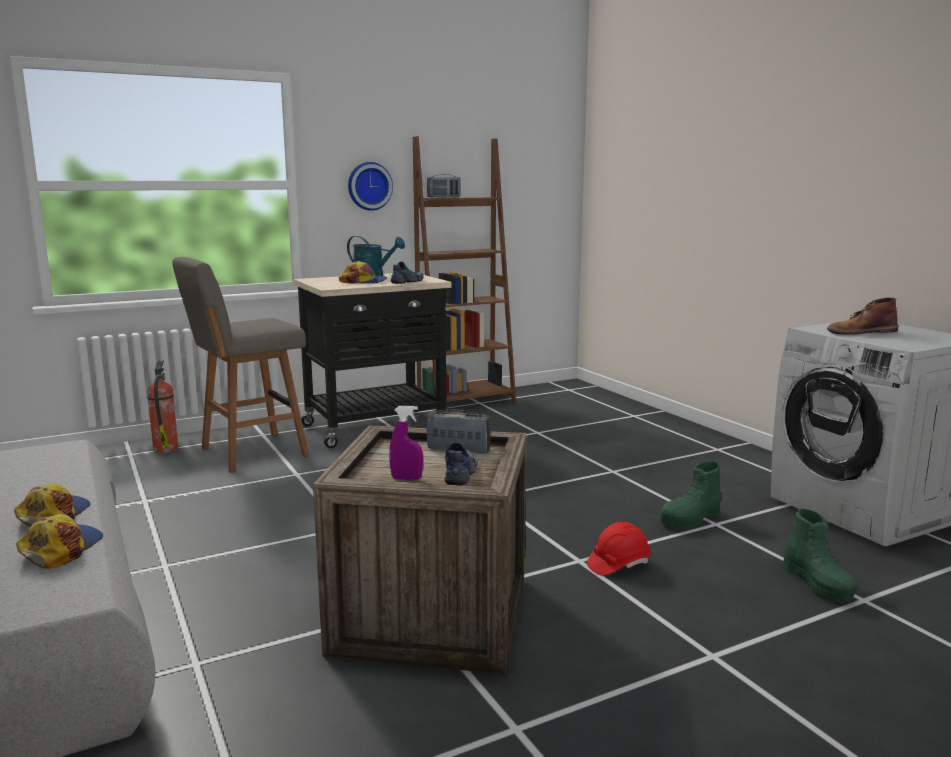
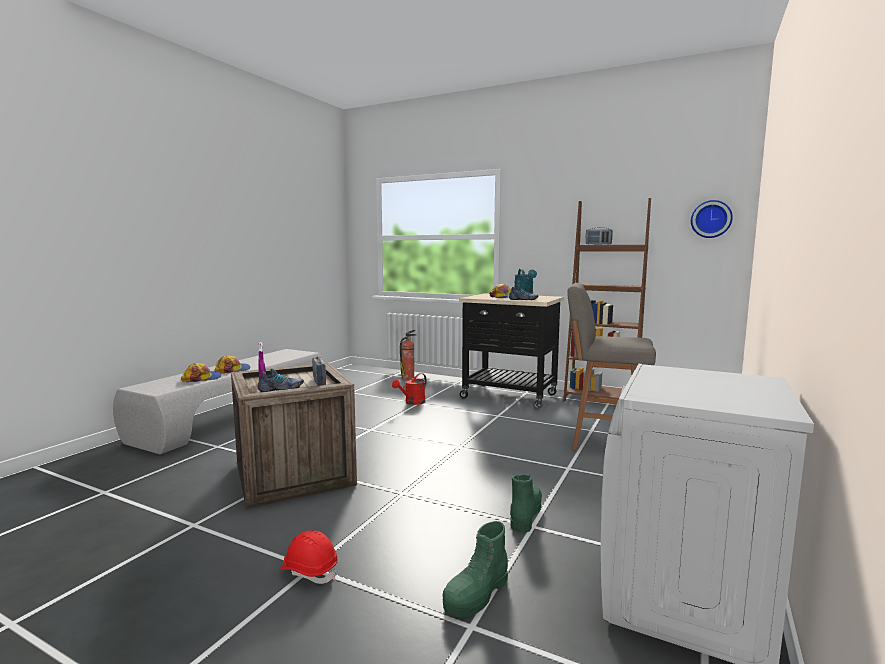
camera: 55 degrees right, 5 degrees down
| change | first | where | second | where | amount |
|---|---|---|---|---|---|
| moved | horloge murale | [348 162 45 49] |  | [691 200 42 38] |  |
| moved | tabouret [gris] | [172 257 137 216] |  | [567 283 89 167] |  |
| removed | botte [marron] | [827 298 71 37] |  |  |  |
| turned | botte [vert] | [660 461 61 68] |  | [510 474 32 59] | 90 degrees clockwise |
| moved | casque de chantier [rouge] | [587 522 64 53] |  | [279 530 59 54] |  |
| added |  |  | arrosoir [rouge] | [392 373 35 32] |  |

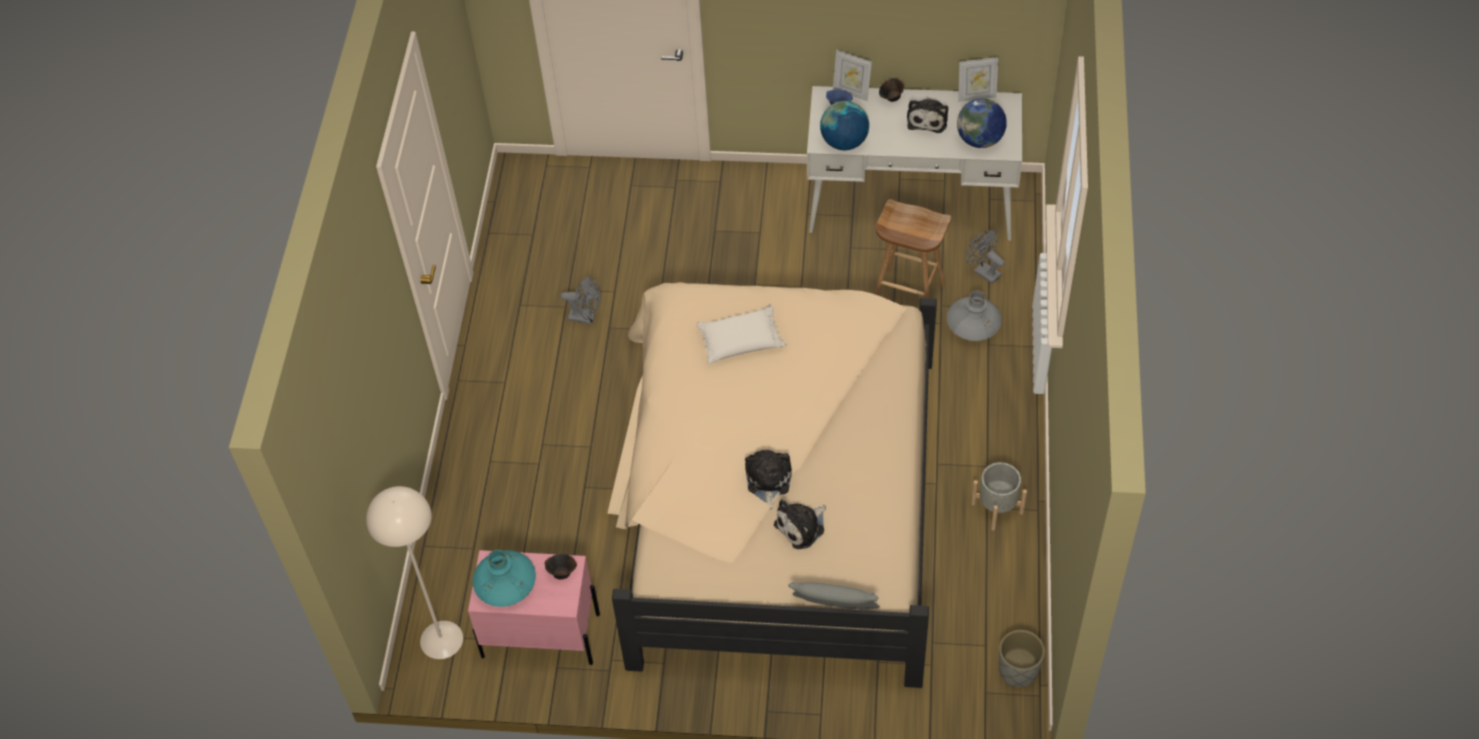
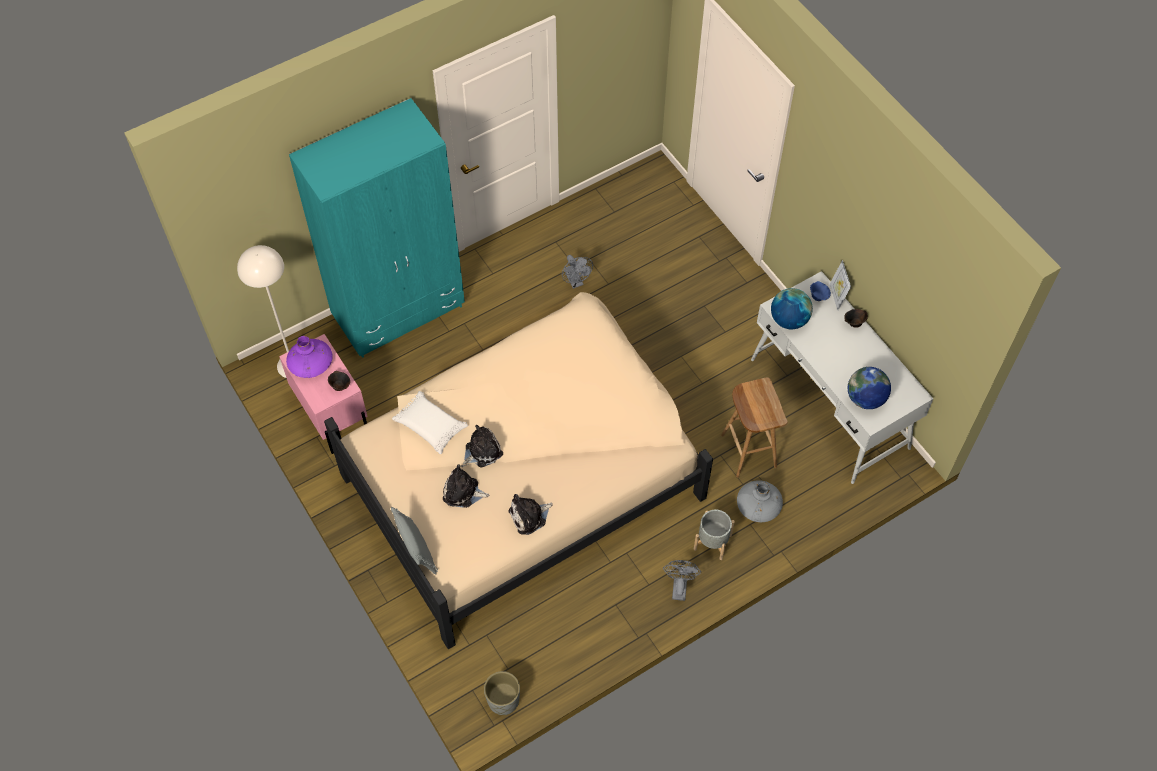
camera: 50 degrees right, 5 degrees up
| change | first | where | second | where | amount |
|---|---|---|---|---|---|
| removed | cadre photo | [958 57 40 45] |  |  |  |
| moved | peluche | [907 97 41 36] |  | [508 494 45 41] |  |
| moved | ventilateur [gris] | [966 230 39 54] |  | [663 560 38 41] |  |
| moved | coussin [blanc] | [696 305 90 59] |  | [392 391 76 63] |  |
| moved | cache-pot [gris] | [971 462 56 68] |  | [694 509 41 51] |  |
| recoloured | vase [turquoise] | [473 550 63 57] | vase [violet] | [286 336 47 42] |  |
| added |  |  | armoire [turquoise] | [289 98 176 260] |  |

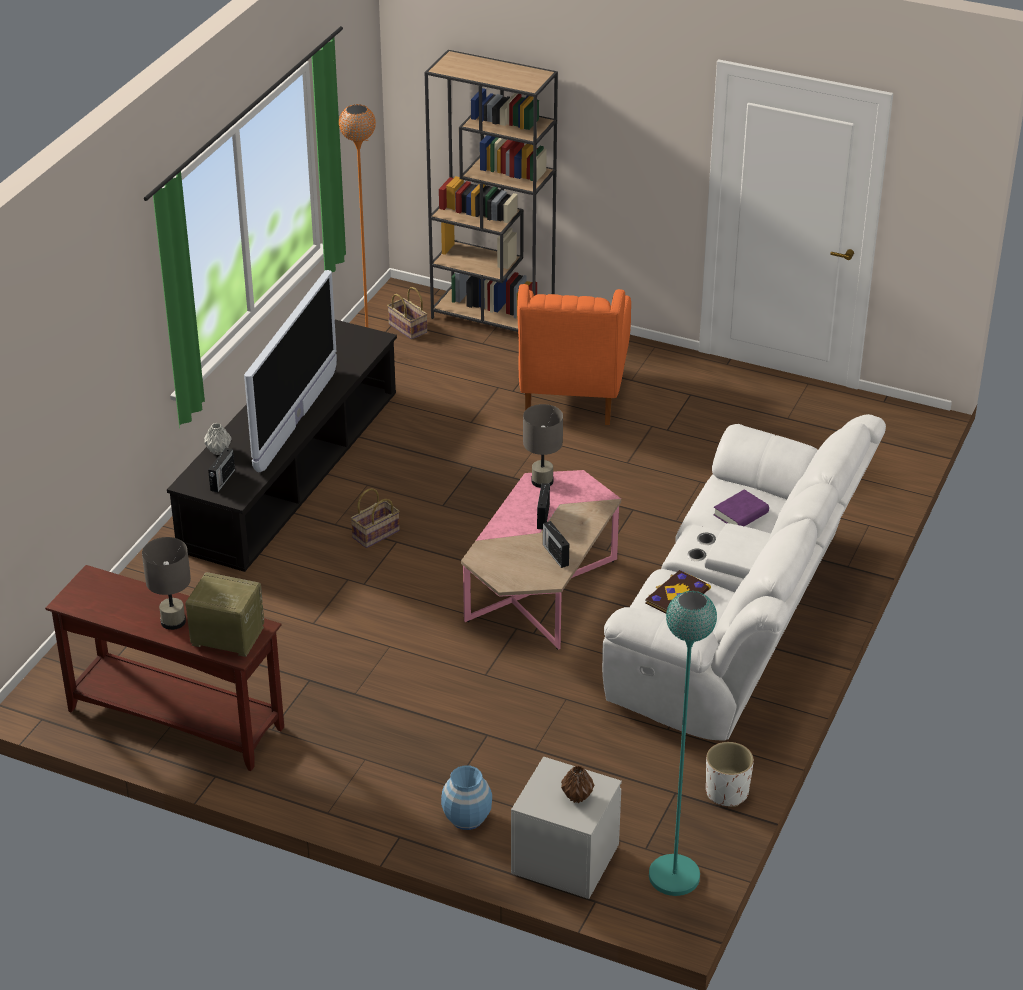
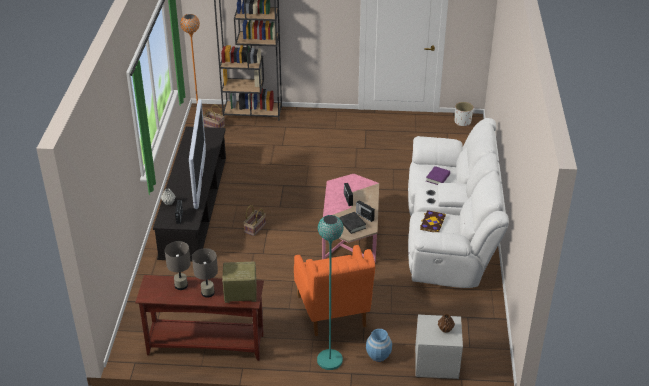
camera: 20 degrees left, 0 degrees up
| change | first | where | second | where | amount |
|---|---|---|---|---|---|
| moved | fauteuil [orange] | [517 284 114 141] |  | [294 245 81 91] |  |
| moved | lampe de table [gris] | [523 404 40 84] |  | [165 241 26 49] |  |
| moved | lampadaire [turquoise] | [649 591 68 305] |  | [317 215 26 155] |  |
| moved | cache-pot [blanc] | [706 742 48 65] |  | [455 102 19 24] |  |
| added |  |  | livre [noir] | [339 212 27 22] |  |

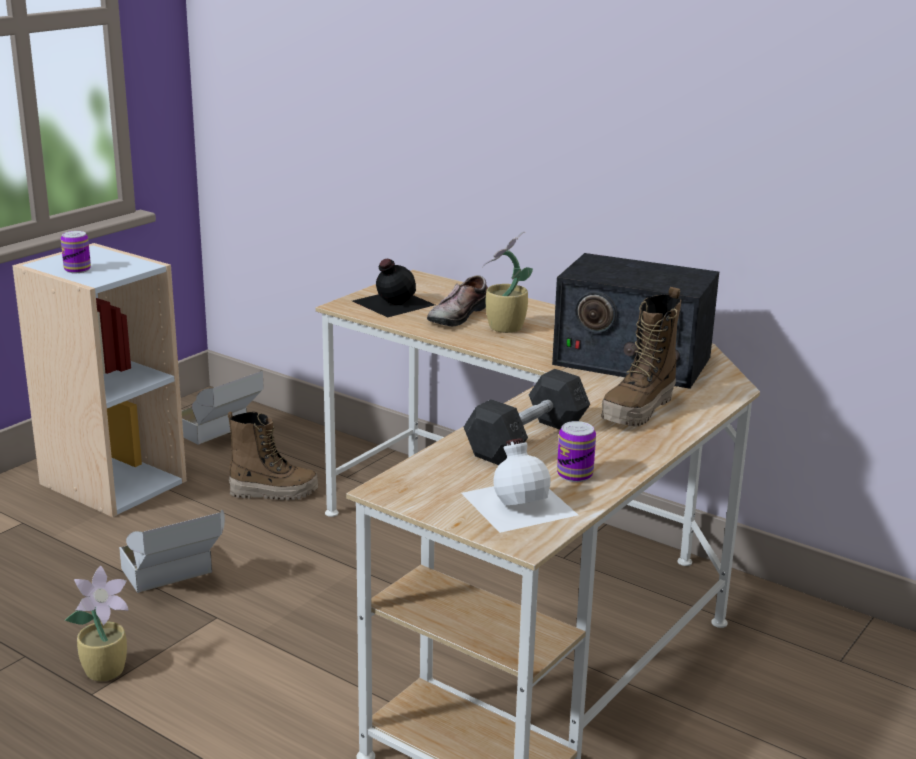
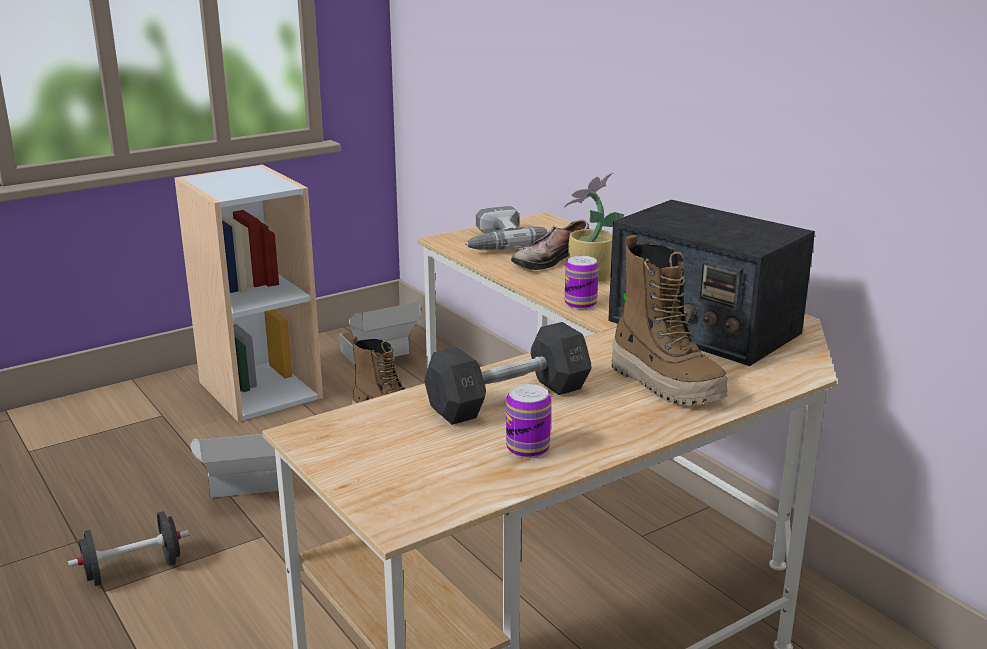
camera: 20 degrees right, 0 degrees up
| change | first | where | second | where | amount |
|---|---|---|---|---|---|
| moved | boîte métallique | [61 231 30 42] |  | [565 256 34 53] |  |
| replaced | bouteille [noir] | [352 259 83 58] | perceuse | [465 206 83 44] |  |
| turned | botte | [601 287 80 140] |  | [611 235 117 171] | 90 degrees counterclockwise |
| removed | bouteille [blanc] | [461 438 117 95] |  |  |  |
| replaced | plante en pot | [65 565 64 117] | haltère [noir] | [68 511 121 75] |  |

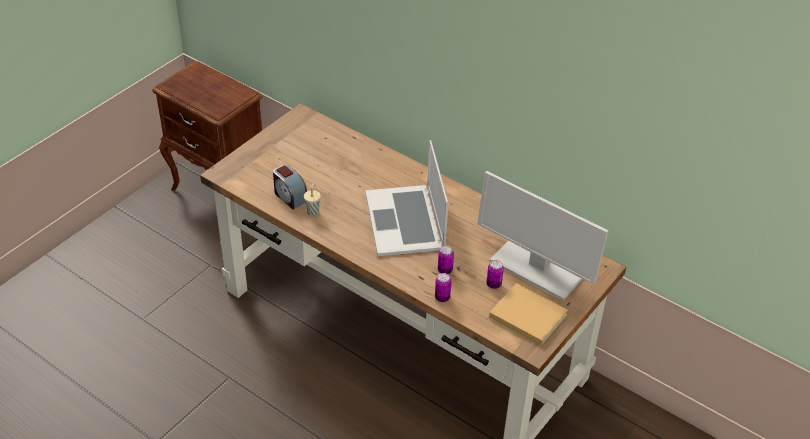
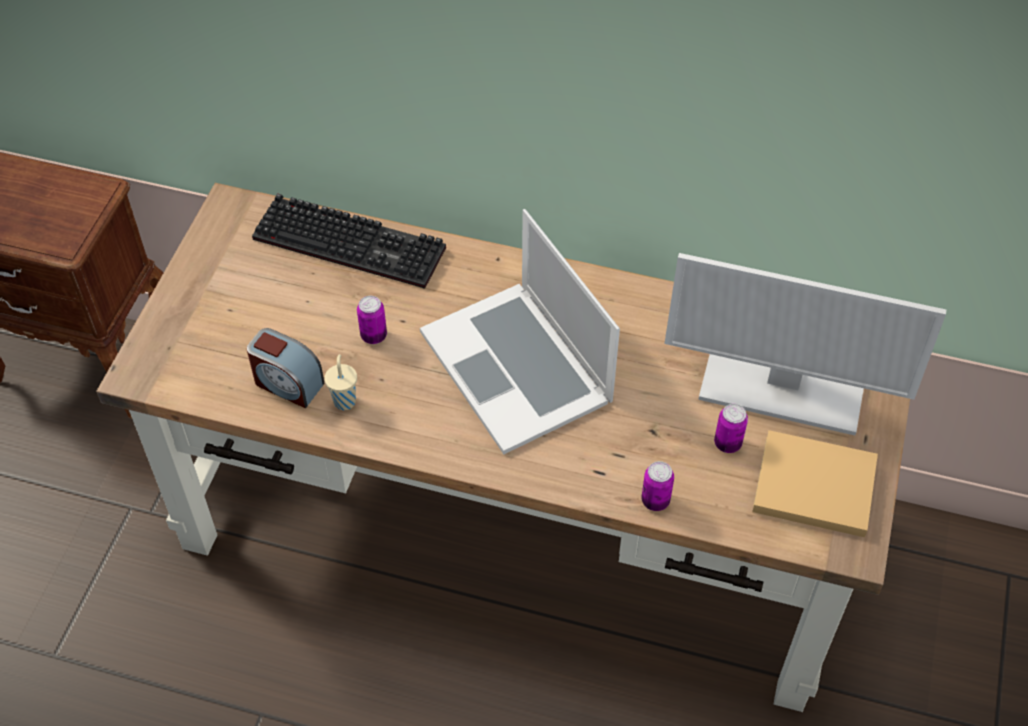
camera: 20 degrees left, 10 degrees up
| change | first | where | second | where | amount |
|---|---|---|---|---|---|
| moved | boîte métallique | [438 246 16 28] |  | [357 296 30 48] |  |
| added |  |  | clavier | [252 193 194 96] |  |

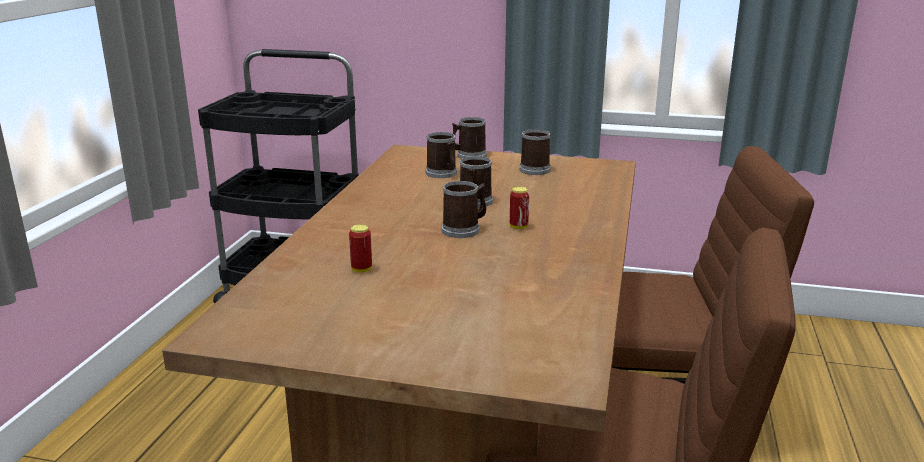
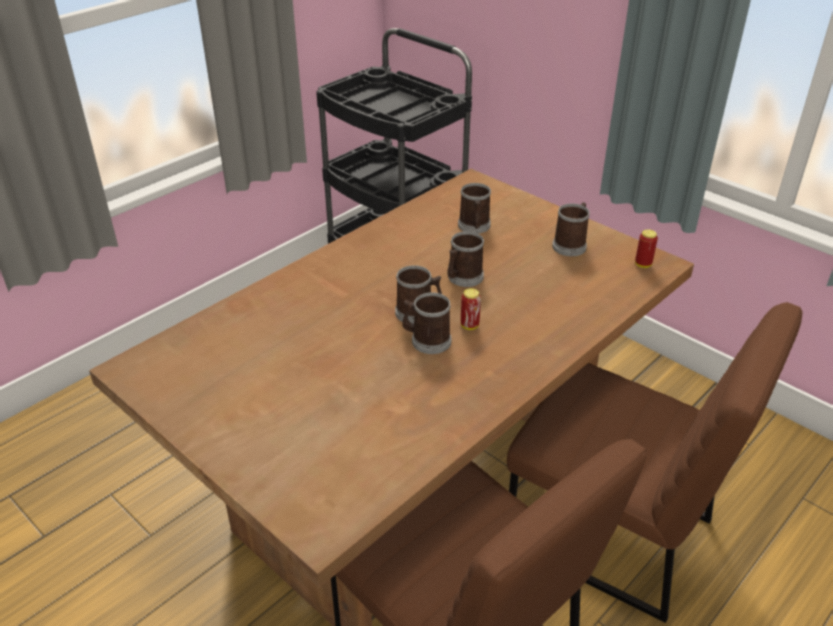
camera: 30 degrees right, 15 degrees up
| change | first | where | second | where | amount |
|---|---|---|---|---|---|
| moved | mug | [452 117 35 42] |  | [402 292 49 62] |  |
| moved | boîte métallique | [349 224 23 49] |  | [635 229 23 39] |  |

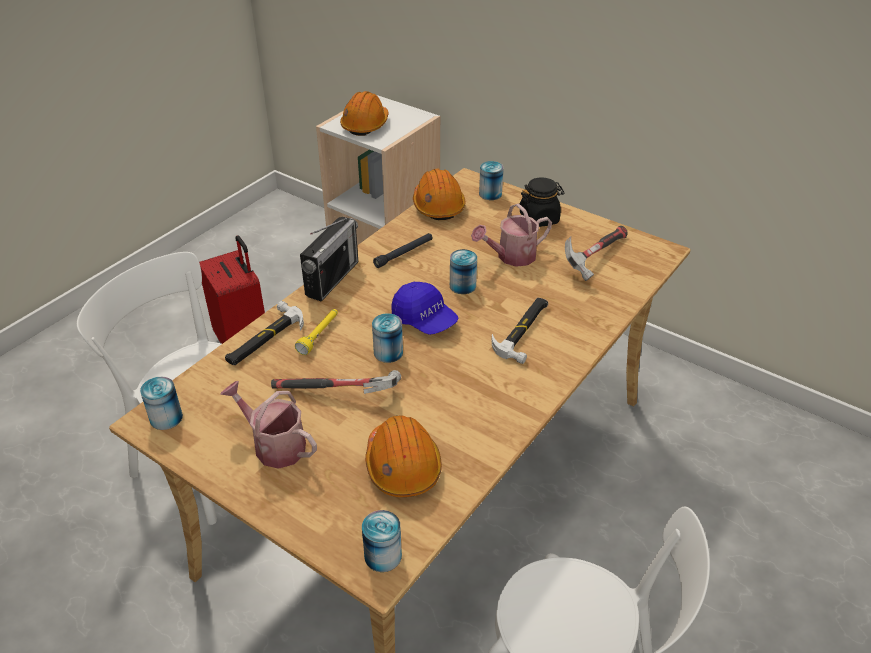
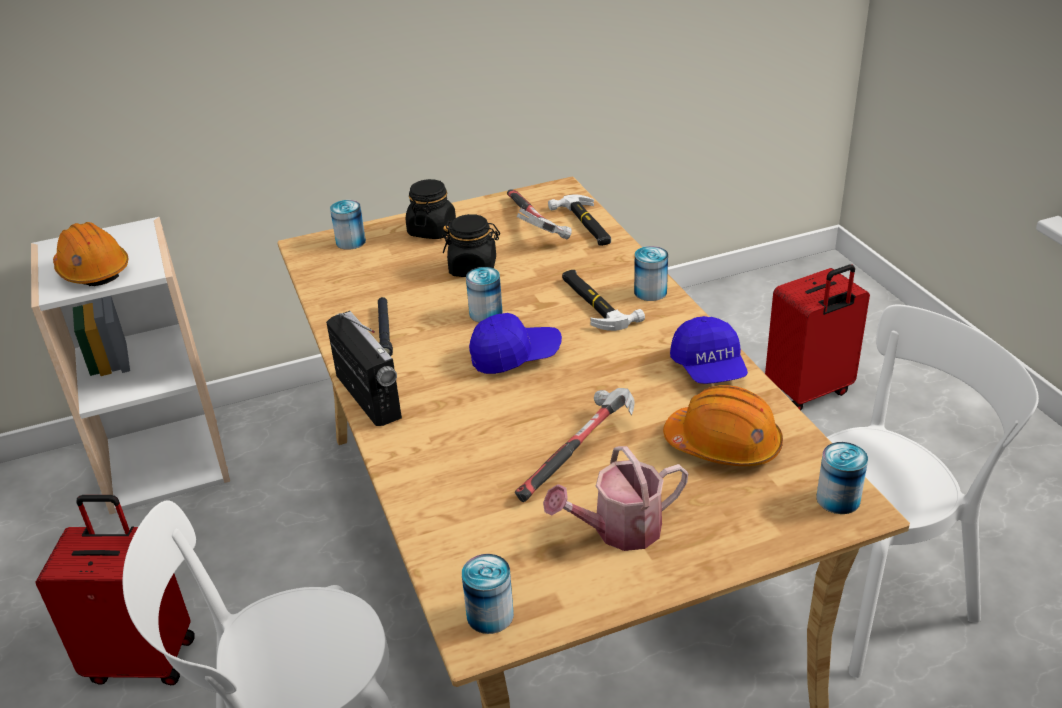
camera: 55 degrees left, 5 degrees down
| change | first | where | second | where | amount |
|---|---|---|---|---|---|
| removed | casque de chantier [orange] | [413 169 53 51] |  |  |  |
| replaced | arrosoir | [471 203 81 64] | bocal [noir] | [443 214 57 63] |  |
| moved | marteau | [225 301 79 64] |  | [548 194 63 52] |  |
| removed | lampe de poche [jaune] | [295 309 43 46] |  |  |  |
| moved | boîte métallique | [372 313 31 50] |  | [634 246 34 55] |  |
| added |  |  | valise [rouge] | [765 264 105 146] |  |
| added |  |  | casquette [bleu] | [670 316 78 68] |  |

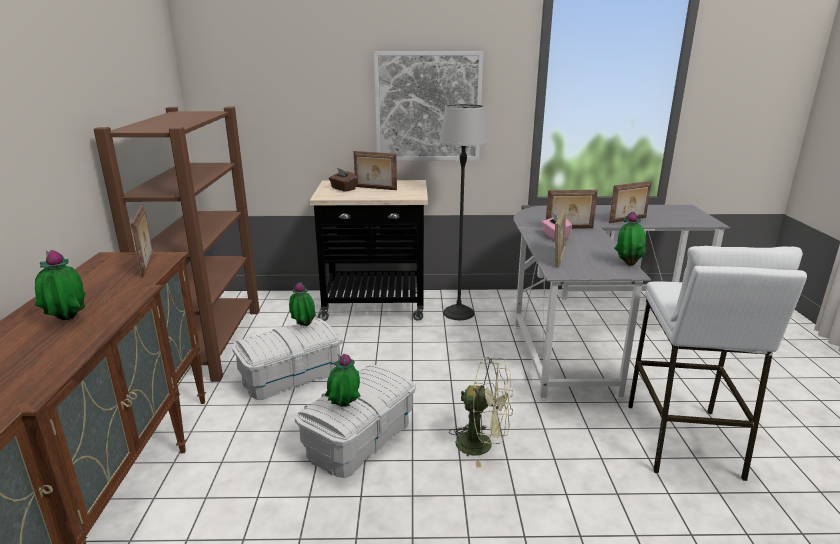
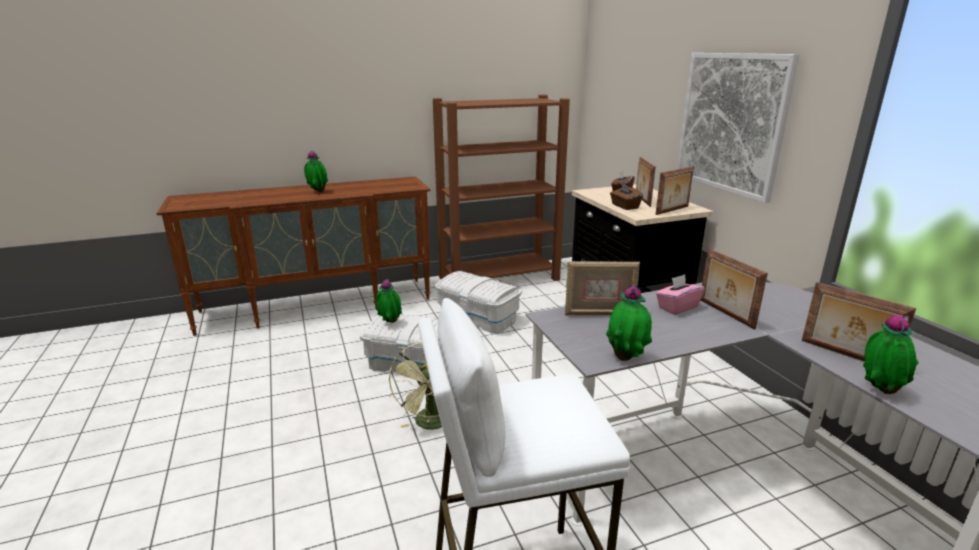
camera: 70 degrees right, 0 degrees up
| change | first | where | second | where | amount |
|---|---|---|---|---|---|
| removed | lampadaire | [439 104 49 216] |  |  |  |
| moved | cadre photo | [131 205 22 73] |  | [655 166 39 49] |  |
| moved | plante en pot | [289 282 27 44] |  | [863 315 56 79] |  |
| added |  |  | boîte à mouchoirs [marron] | [610 183 33 27] |  |

